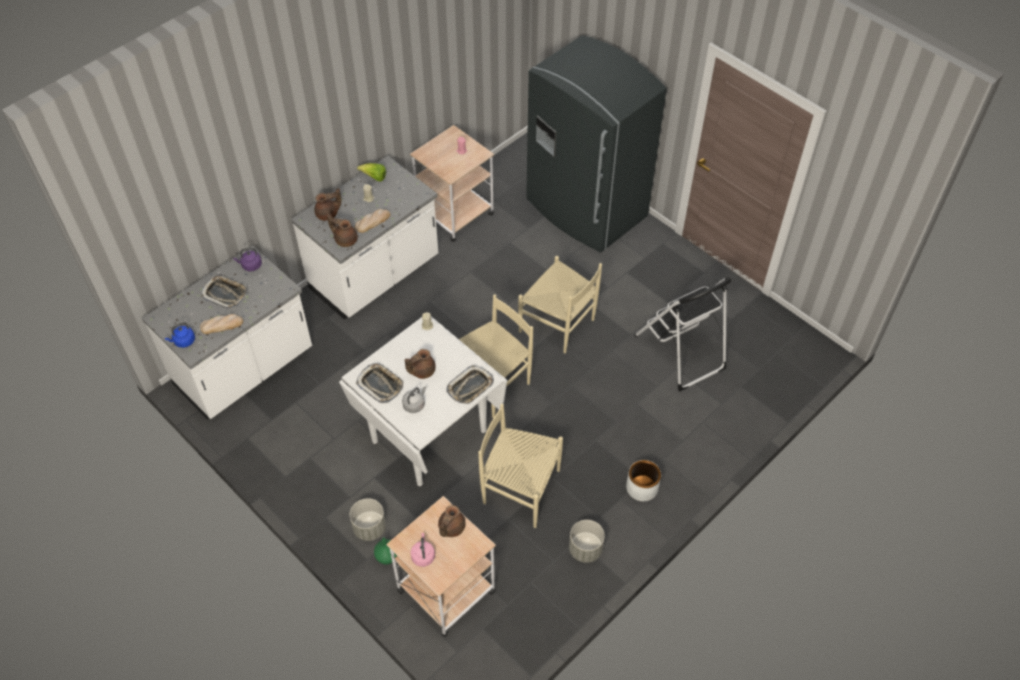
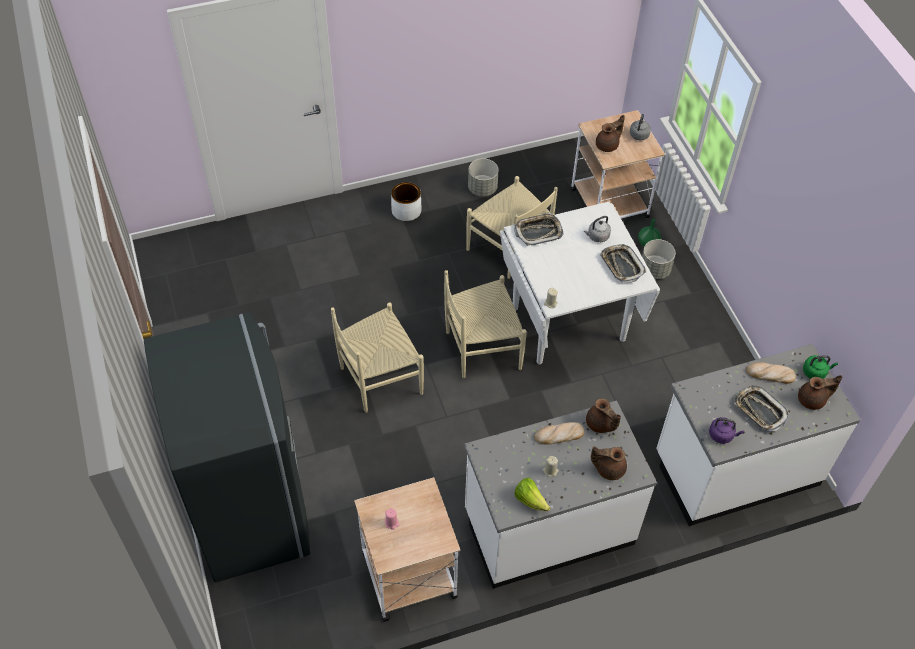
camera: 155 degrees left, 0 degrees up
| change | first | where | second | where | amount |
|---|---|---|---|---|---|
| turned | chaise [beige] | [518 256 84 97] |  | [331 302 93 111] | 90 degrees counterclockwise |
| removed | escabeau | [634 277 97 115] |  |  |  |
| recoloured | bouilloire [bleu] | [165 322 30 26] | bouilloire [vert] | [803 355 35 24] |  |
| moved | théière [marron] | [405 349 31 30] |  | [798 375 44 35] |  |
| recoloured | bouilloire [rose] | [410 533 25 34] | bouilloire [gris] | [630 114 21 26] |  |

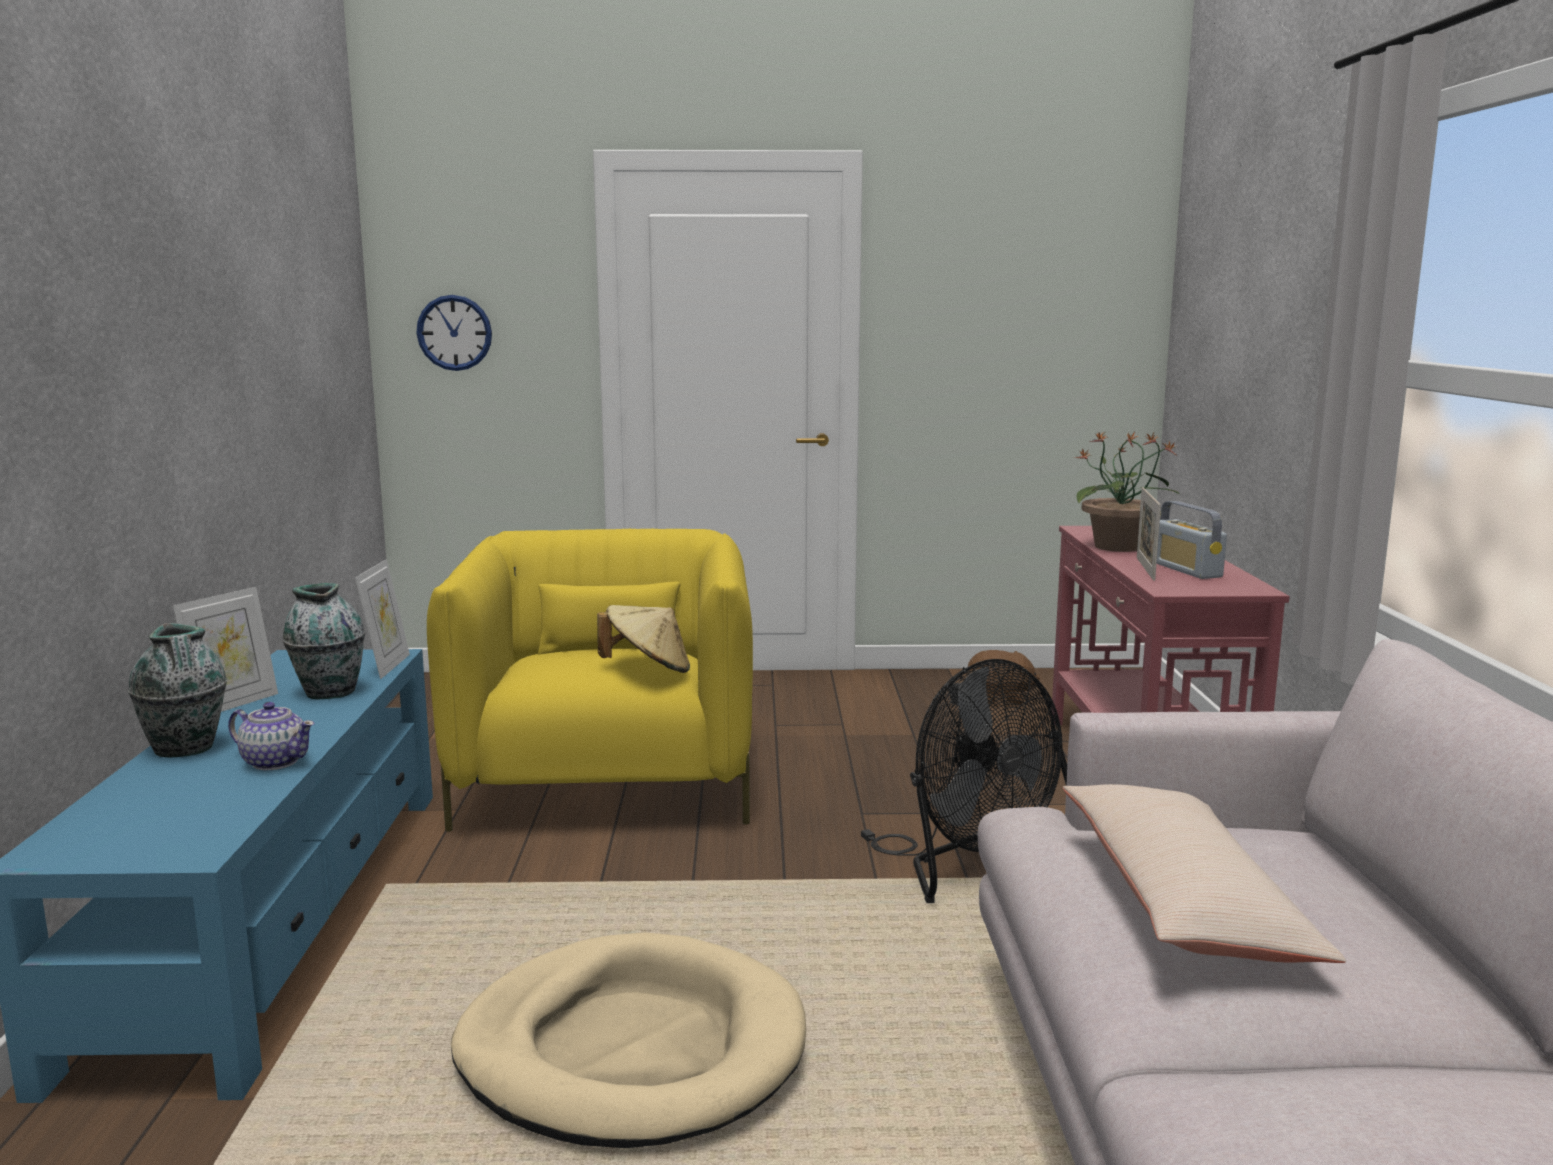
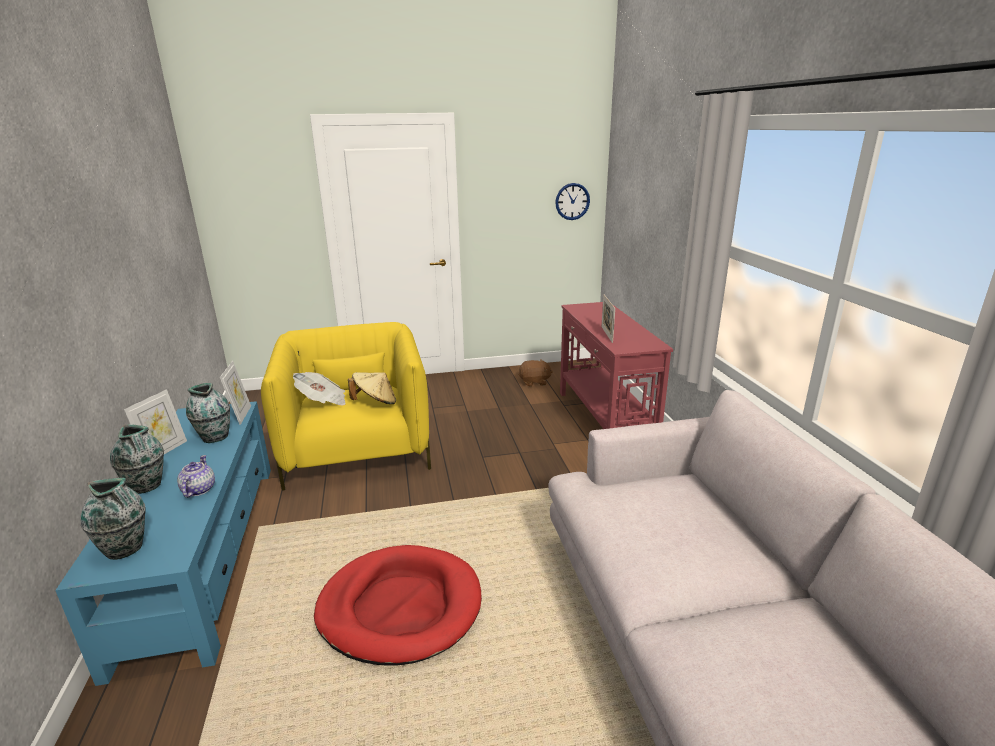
camera: 10 degrees left, 10 degrees up
| change | first | where | second | where | amount |
|---|---|---|---|---|---|
| moved | horloge murale | [417 295 75 76] |  | [555 183 35 37] |  |
| removed | plante en pot | [1074 431 106 121] |  |  |  |
| removed | radio | [1157 501 70 78] |  |  |  |
| removed | ventilateur [noir] | [861 659 206 244] |  |  |  |
| turned | théière | [228 702 87 68] |  | [177 455 38 43] | 105 degrees counterclockwise |
| removed | coussin [beige] | [1062 784 284 179] |  |  |  |
| recoloured | panier pour chien [beige] | [451 933 355 215] | panier pour chien [rouge] | [314 545 168 121] |  |
| added |  |  | journal | [293 372 52 33] |  |
| added |  |  | vase | [81 478 64 82] |  |

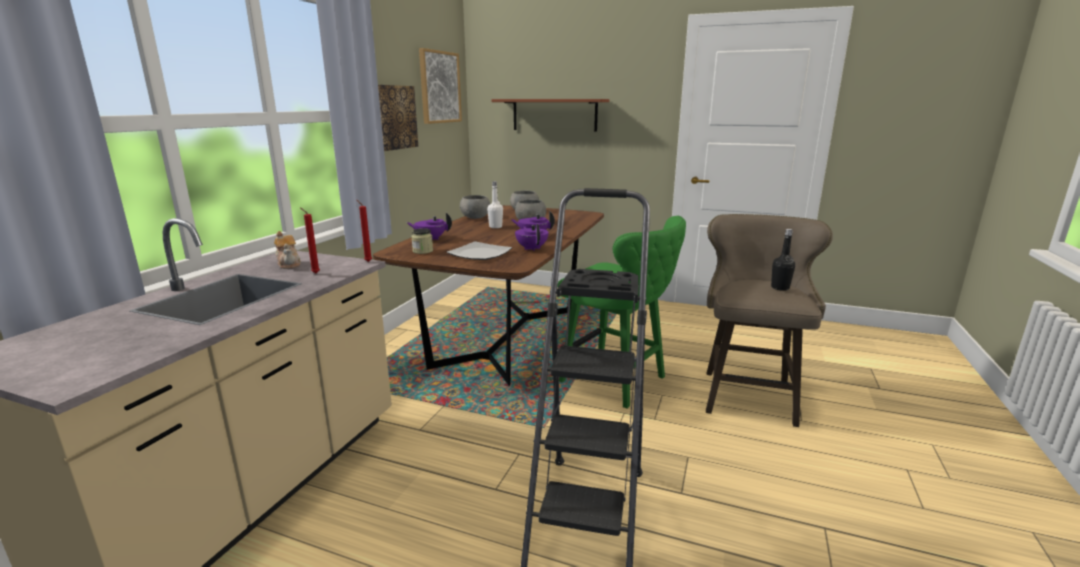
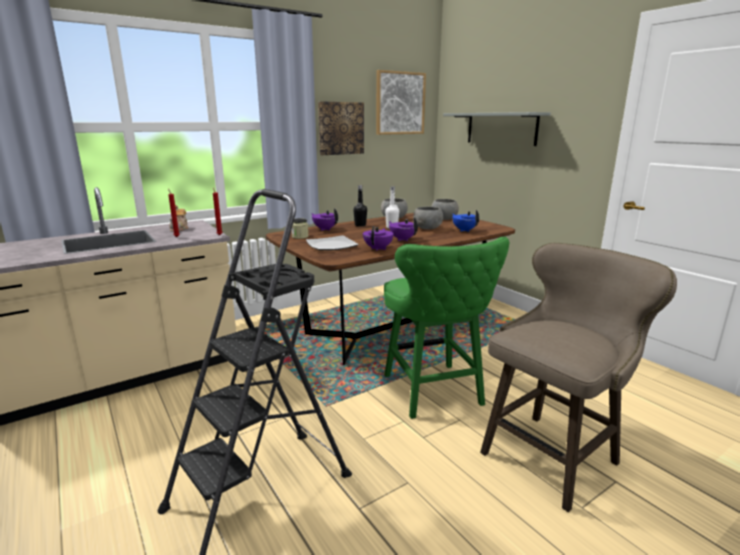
camera: 35 degrees right, 0 degrees up
| change | first | where | second | where | amount |
|---|---|---|---|---|---|
| recoloured | étagère [marron] | [491 99 119 33] | étagère [gris] | [443 112 108 34] |  |
| moved | bouteille [noir] | [771 229 24 62] |  | [353 185 14 42] |  |
| added |  |  | théière [bleu] | [452 210 27 22] |  |

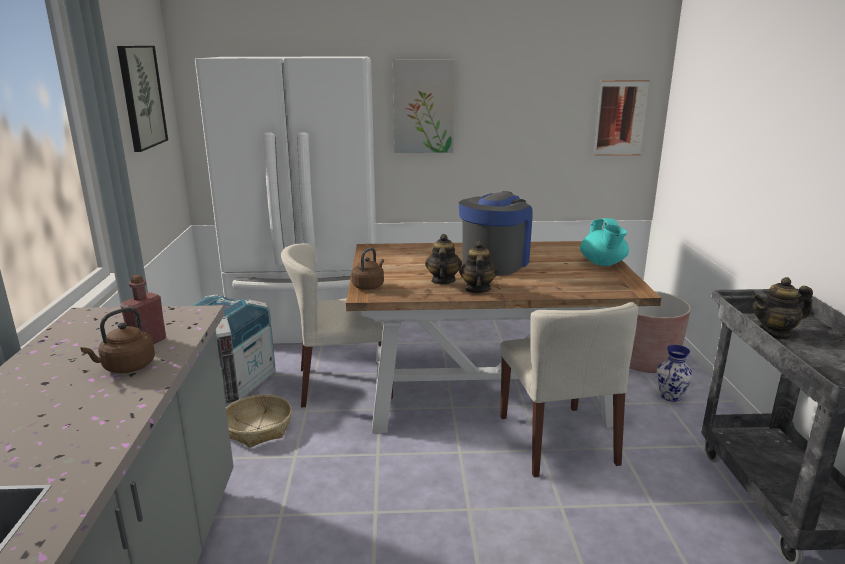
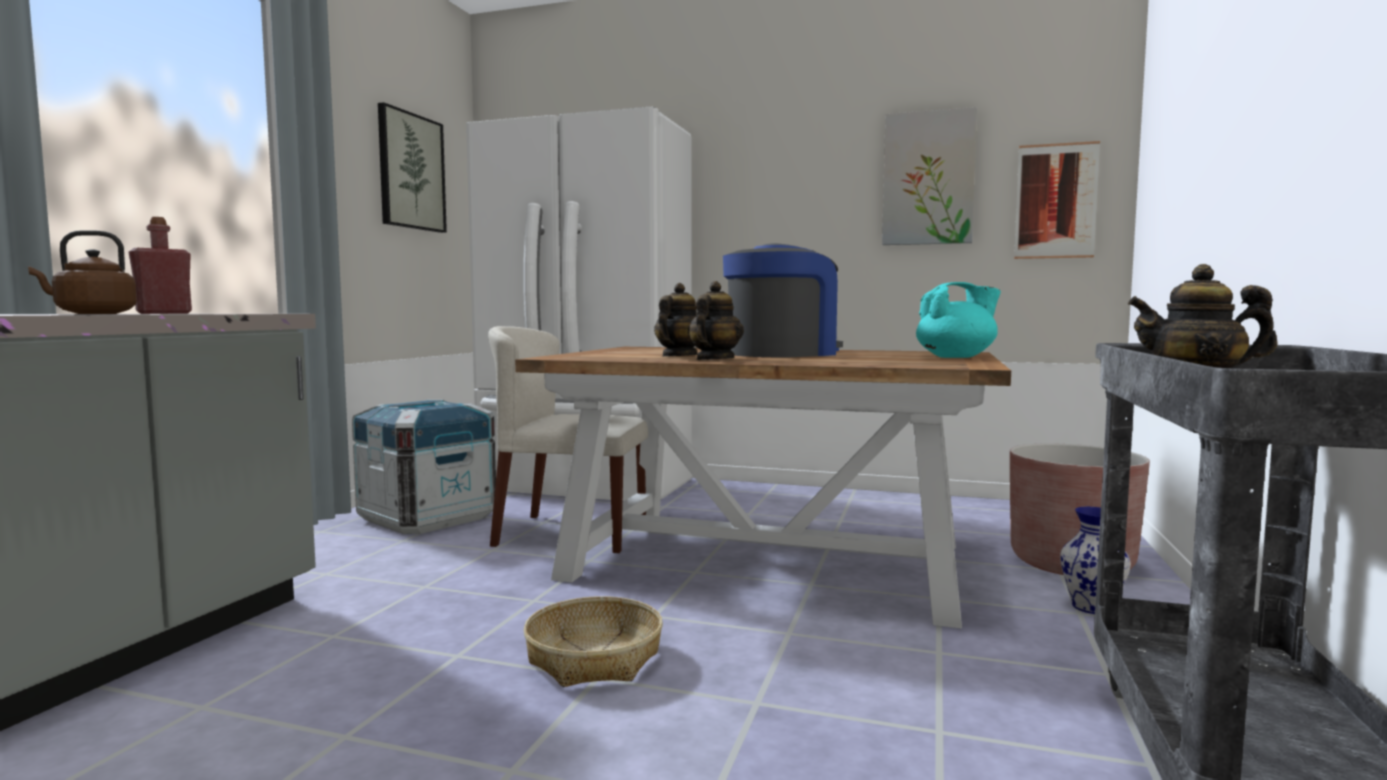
camera: 20 degrees right, 15 degrees down
| change | first | where | second | where | amount |
|---|---|---|---|---|---|
| moved | tableau | [393 59 62 94] |  | [882 107 95 138] |  |
| turned | théière [turquoise] | [580 218 49 48] |  | [916 282 85 76] | 120 degrees counterclockwise |
| removed | bouilloire [marron] | [351 248 33 42] |  |  |  |
| removed | chaise [beige] | [500 302 138 175] |  |  |  |
| moved | panier | [226 394 66 54] |  | [524 596 139 91] |  |

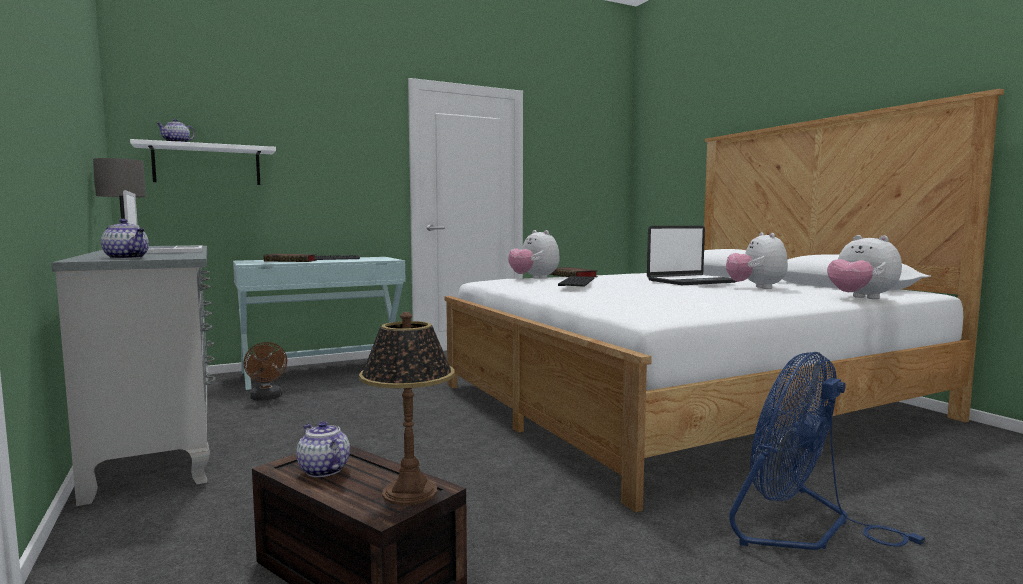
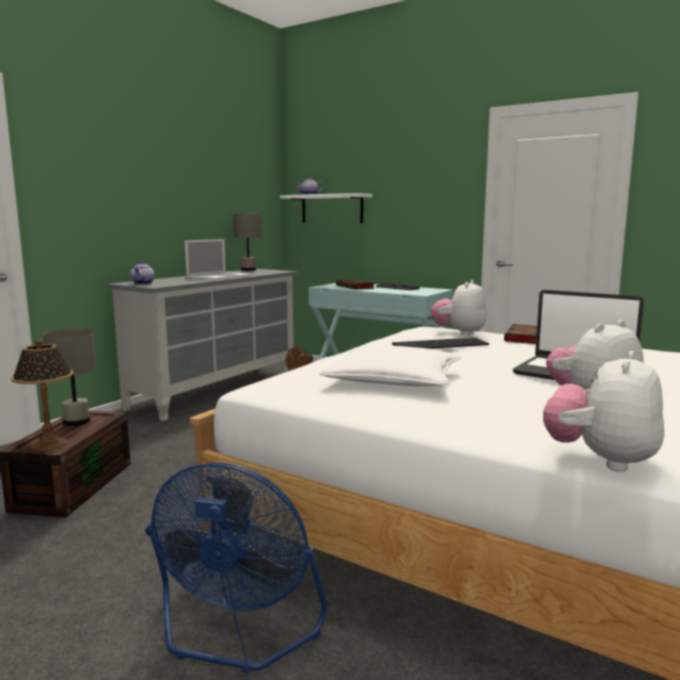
camera: 60 degrees right, 5 degrees up
| change | first | where | second | where | amount |
|---|---|---|---|---|---|
| replaced | théière | [296 421 54 56] | lampe de table [gris] | [43 328 53 98] |  |
| added |  |  | coussin [blanc] | [319 345 142 41] |  |

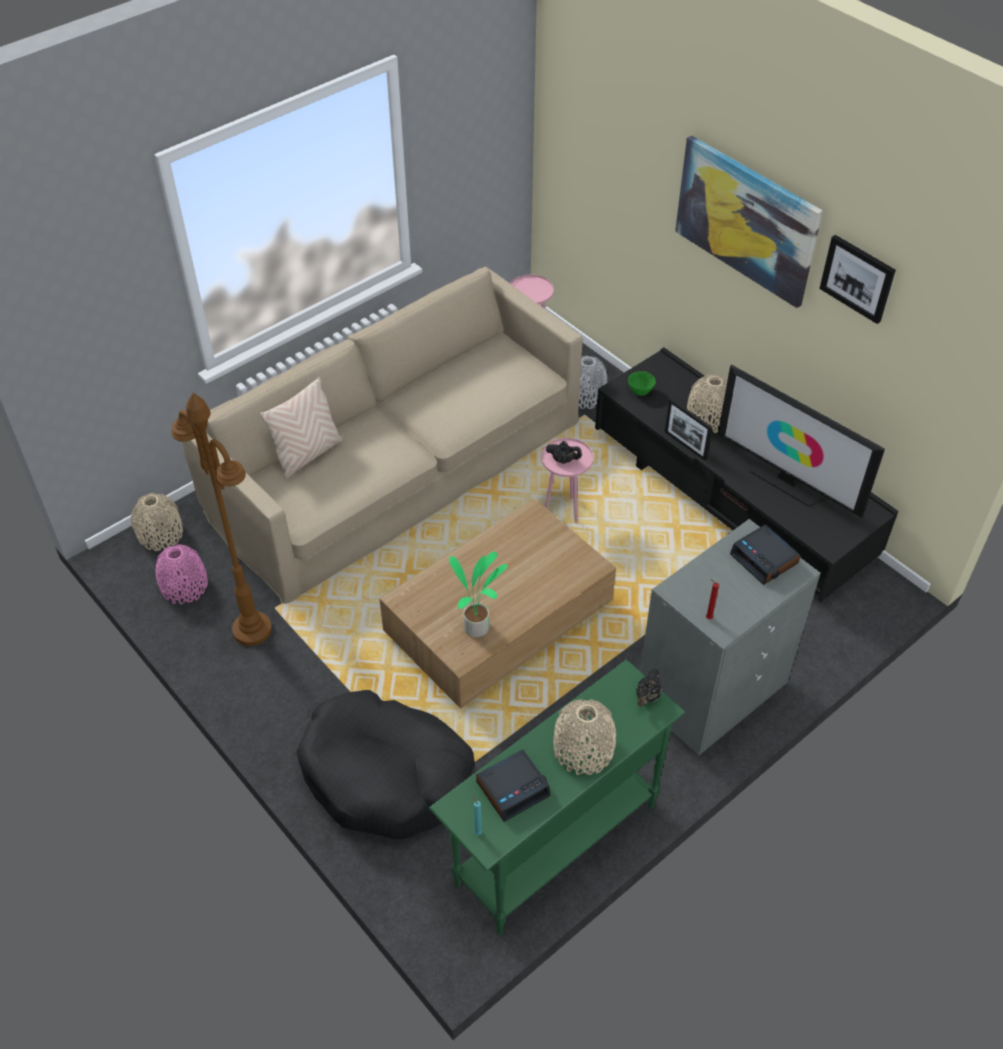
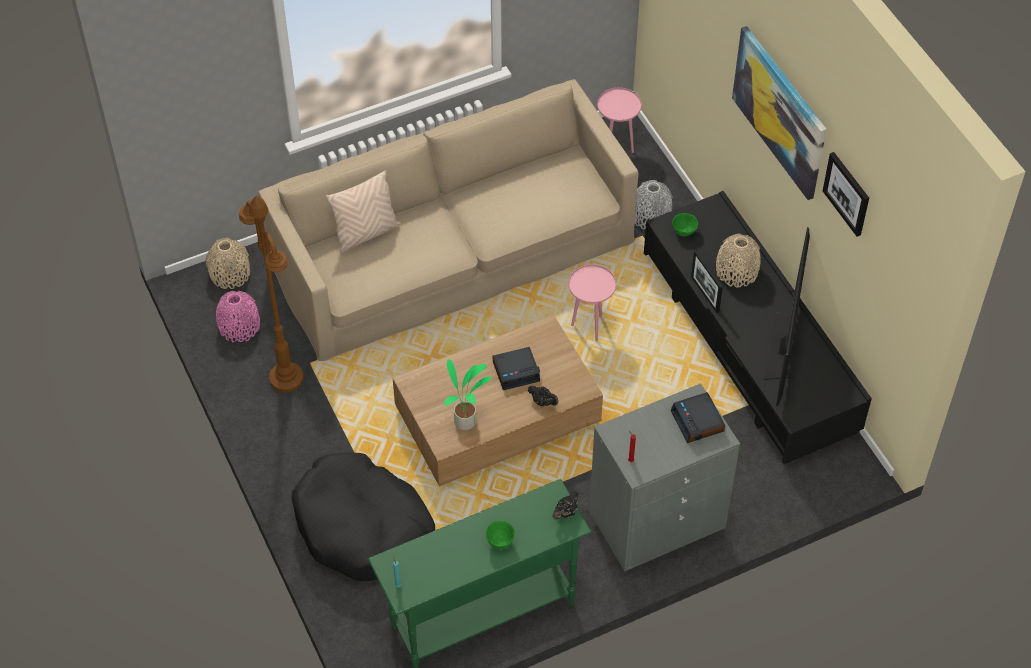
camera: 15 degrees right, 5 degrees up
| change | first | where | second | where | amount |
|---|---|---|---|---|---|
| turned | téléviseur | [718 364 167 154] |  | [764 227 46 179] | 135 degrees counterclockwise |
| moved | théière [noir] | [546 441 36 23] |  | [528 386 30 20] |  |
| replaced | vase [beige] | [553 699 63 76] | bol [vert] | [486 520 29 29] |  |
| moved | réveil | [476 749 74 73] |  | [493 347 47 43] |  |

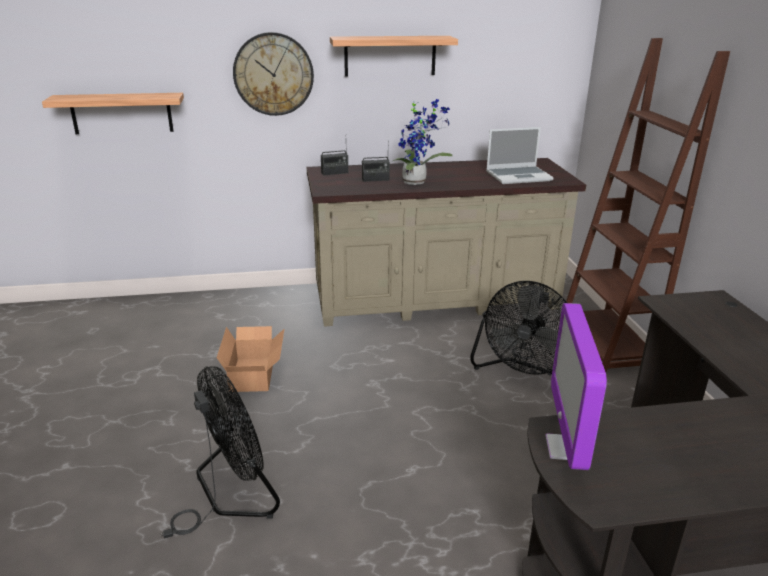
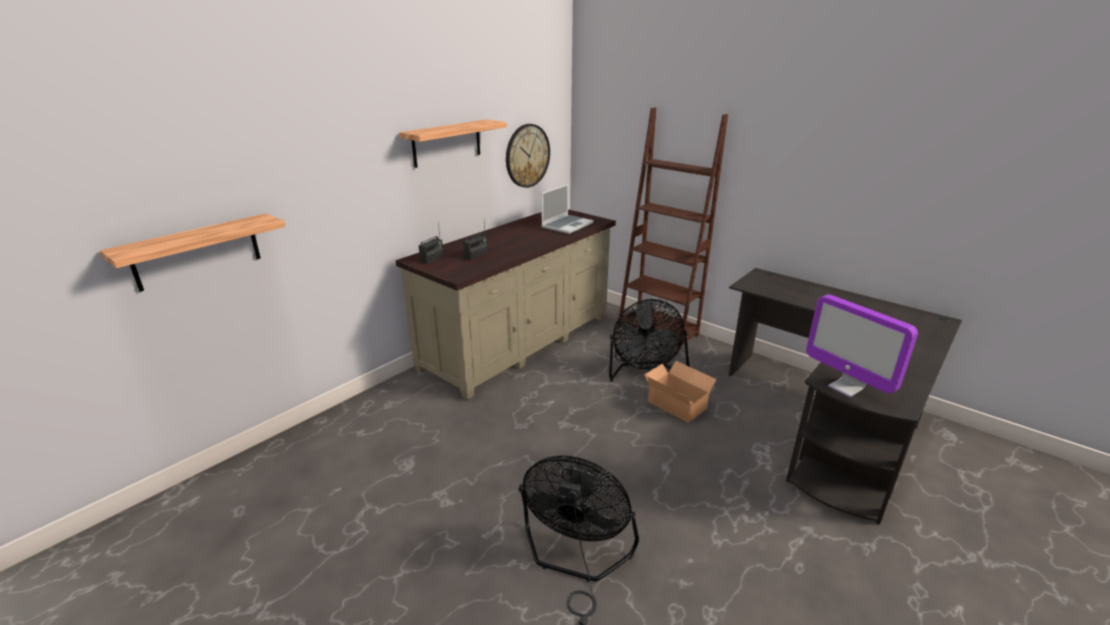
camera: 40 degrees left, 0 degrees up
| change | first | where | second | where | amount |
|---|---|---|---|---|---|
| moved | horloge murale | [233 32 81 84] |  | [506 124 44 64] |  |
| removed | plante en pot | [393 99 60 86] |  |  |  |
| moved | carton | [217 326 67 66] |  | [644 361 73 62] |  |

